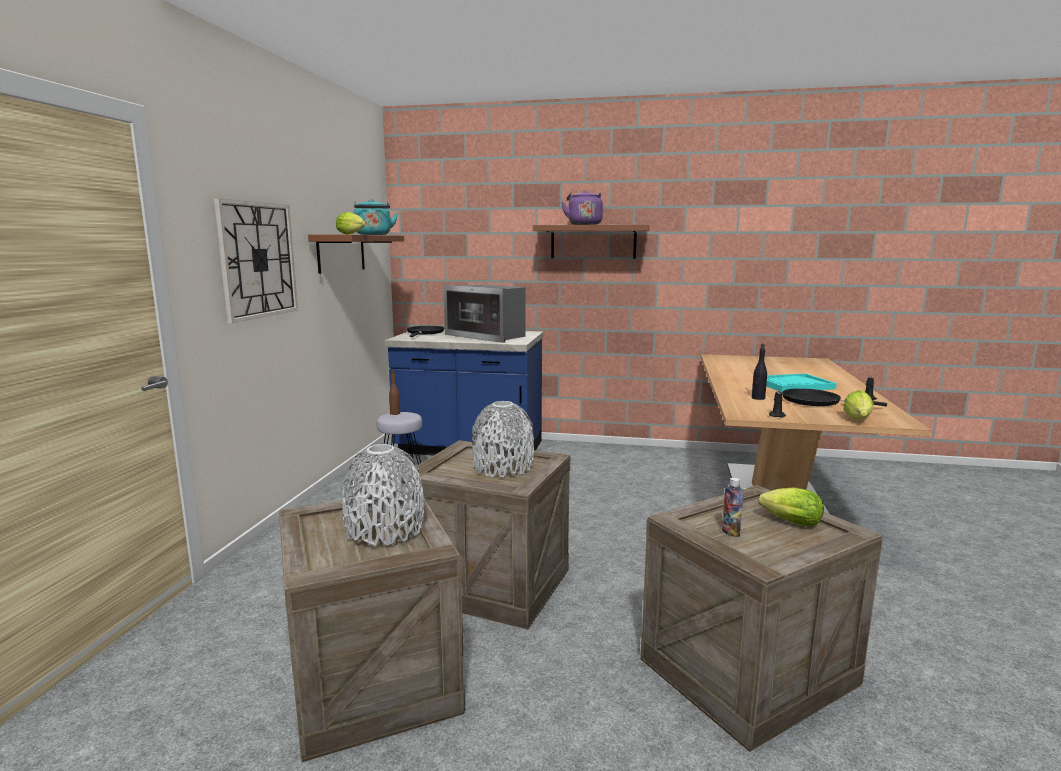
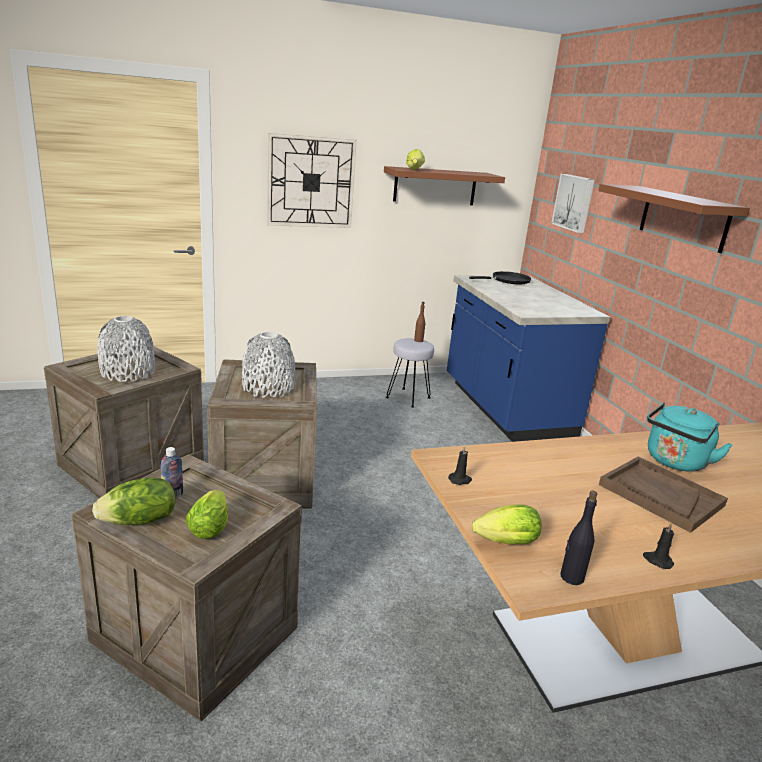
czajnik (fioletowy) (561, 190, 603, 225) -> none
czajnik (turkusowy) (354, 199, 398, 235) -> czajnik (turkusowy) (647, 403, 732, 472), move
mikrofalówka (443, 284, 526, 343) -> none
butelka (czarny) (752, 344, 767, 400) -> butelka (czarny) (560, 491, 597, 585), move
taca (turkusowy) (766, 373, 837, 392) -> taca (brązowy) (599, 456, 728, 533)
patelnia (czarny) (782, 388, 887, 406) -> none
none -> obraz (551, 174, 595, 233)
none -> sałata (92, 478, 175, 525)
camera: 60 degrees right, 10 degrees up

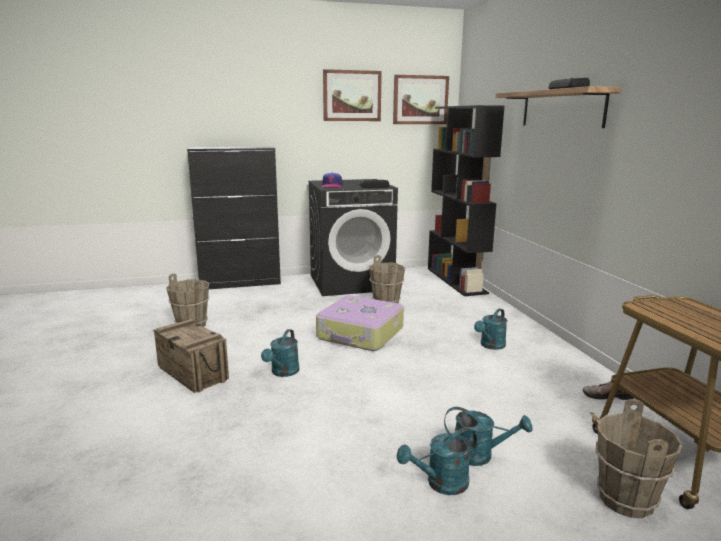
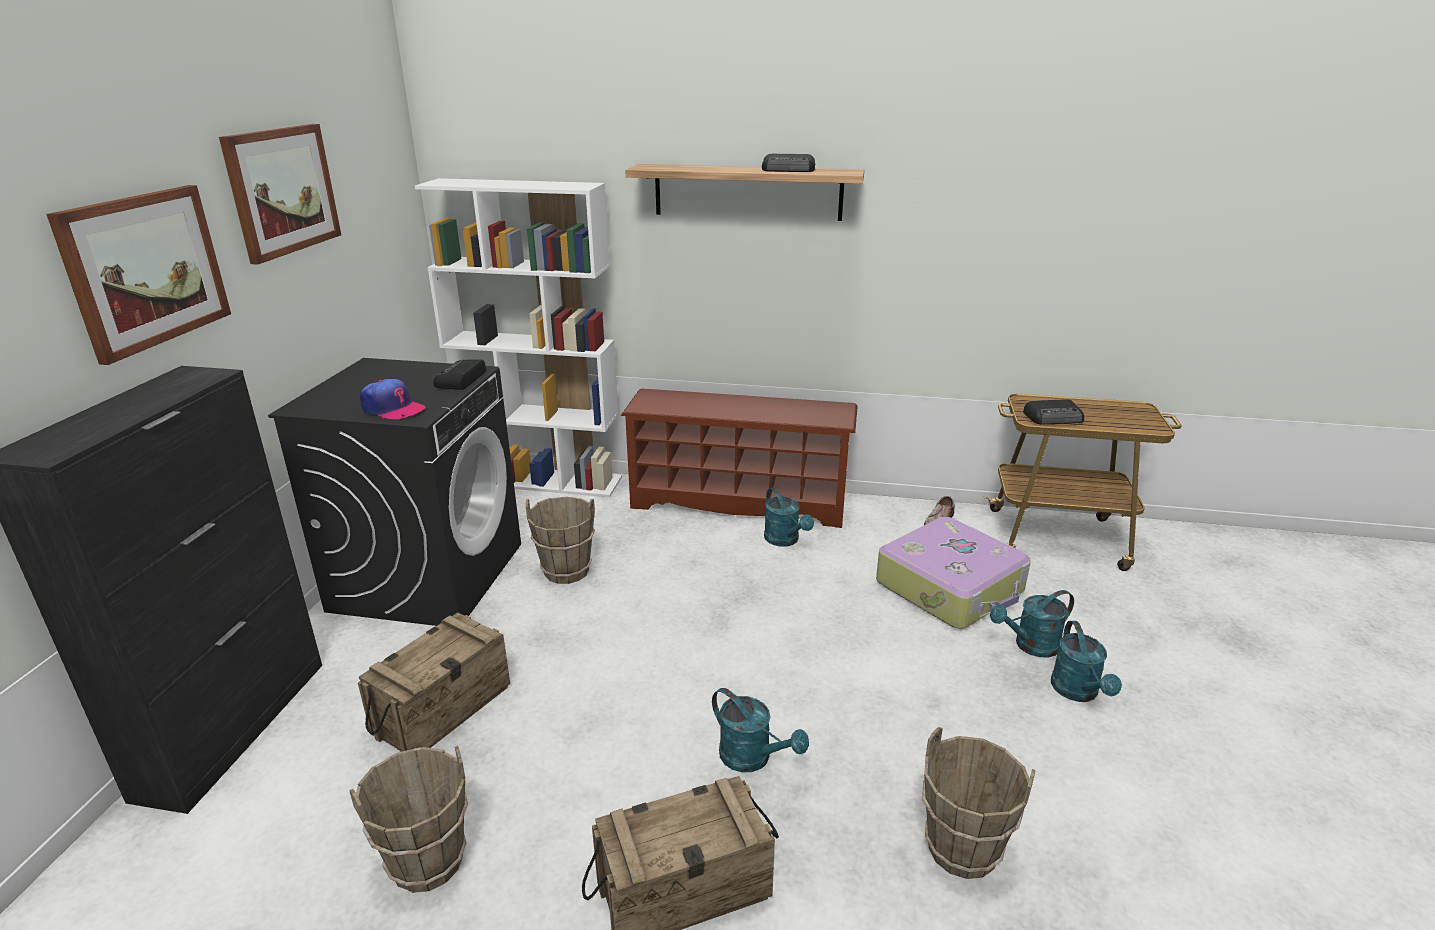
obraz (393, 75, 449, 124) -> obraz (46, 185, 231, 365), move
regał (czarny) (428, 105, 505, 296) -> regał (biały) (415, 178, 622, 498)
walizka (316, 295, 404, 351) -> walizka (876, 517, 1031, 629), move
wiadro (brązowy) (596, 399, 682, 518) -> wiadro (brązowy) (922, 727, 1036, 879), move
konewka (turkusowy) (444, 407, 533, 466) -> konewka (turkusowy) (990, 590, 1074, 658), 150 degrees counterclockwise
none -> regał na buty (brązowy) (621, 388, 858, 528)
none -> radio (1023, 399, 1084, 424)
none -> skrzynka (358, 612, 510, 752)
camera: 65 degrees left, 10 degrees up

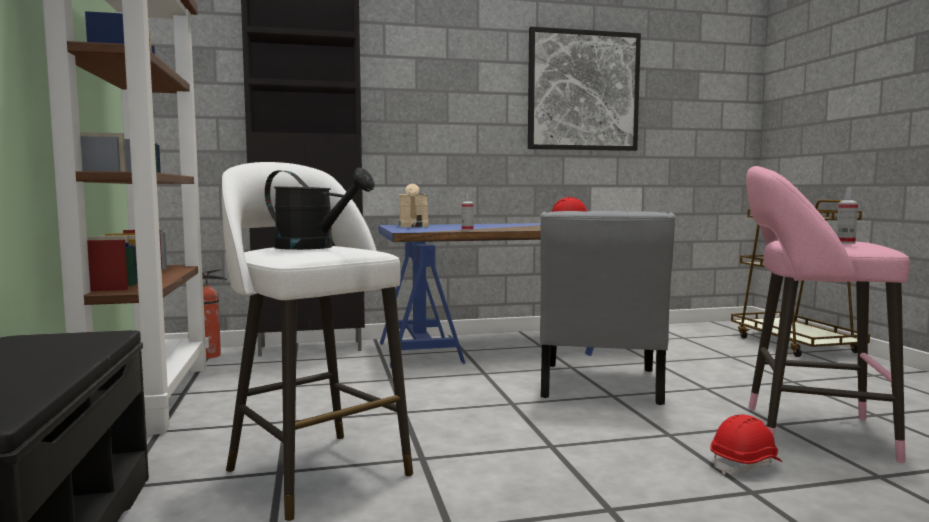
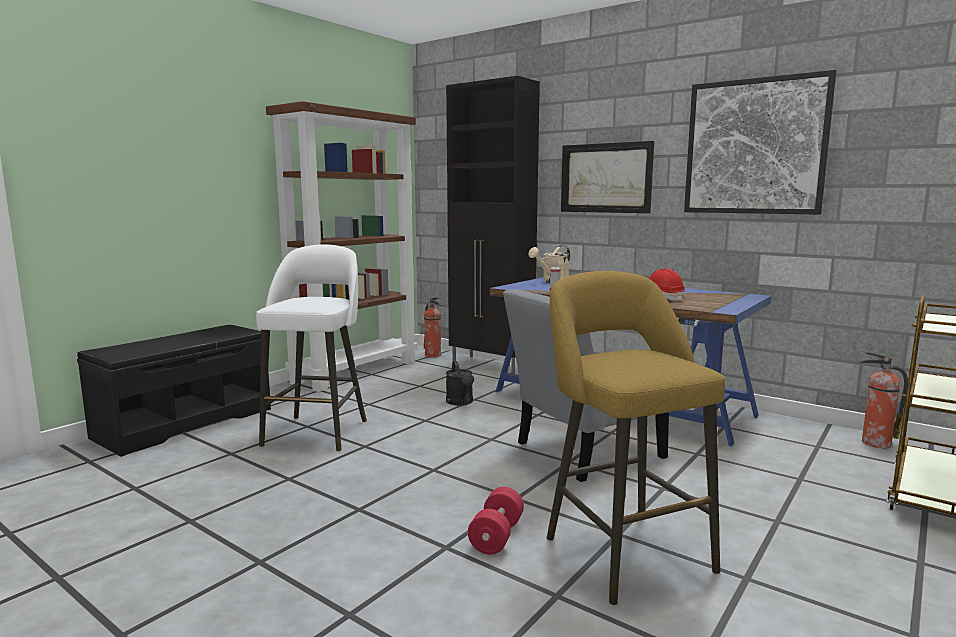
stołek (różowy) (746, 166, 909, 463) -> stołek (żółty) (547, 271, 725, 605)
konewka (czarny) (265, 168, 375, 250) -> konewka (czarny) (446, 361, 474, 406), move
spryskiwacz (836, 187, 858, 244) -> none
kask (czerwony) (710, 415, 783, 475) -> hantel (czerwony) (468, 487, 524, 554)
none -> obraz (561, 141, 654, 213)
none -> gaśnica (859, 352, 908, 448)
camera: 50 degrees right, 5 degrees up

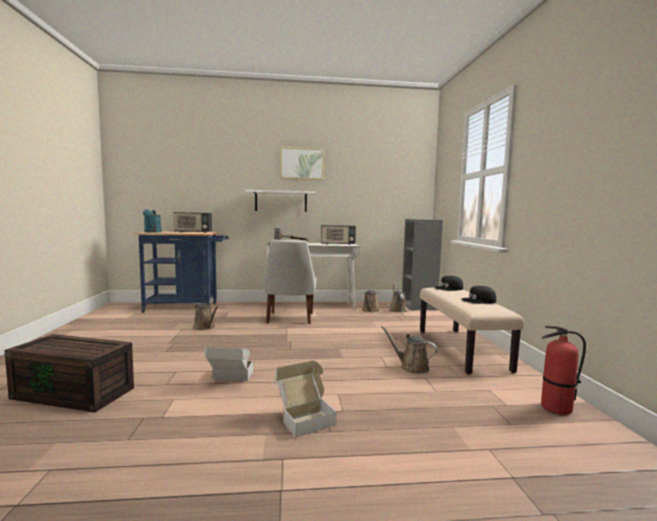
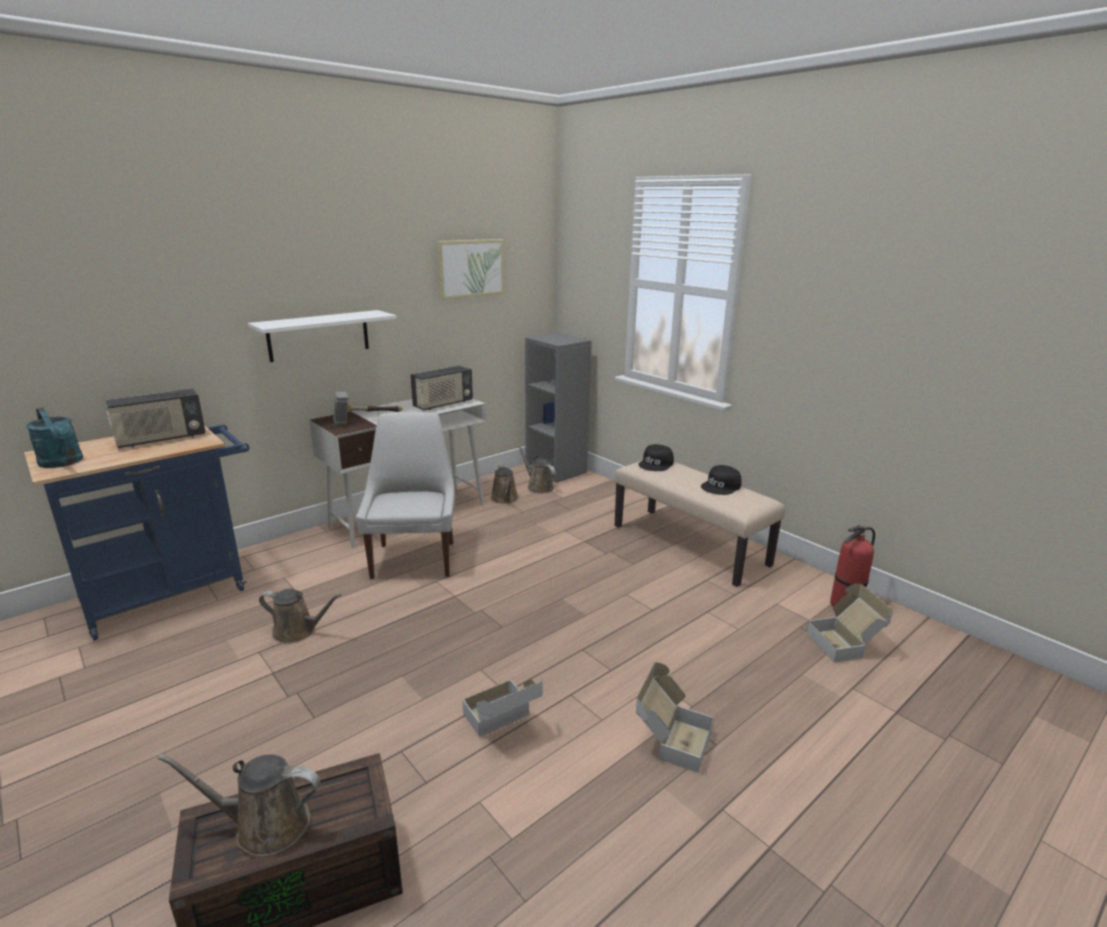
obraz (280, 147, 324, 180) -> obraz (437, 239, 504, 300), move
krzesło (biały) (264, 240, 317, 324) -> krzesło (biały) (356, 412, 455, 579), 150 degrees counterclockwise
konewka (brązowy) (381, 326, 438, 374) -> konewka (brązowy) (157, 754, 320, 857), move
none -> karton (806, 584, 893, 663)
camera: 35 degrees left, 15 degrees up

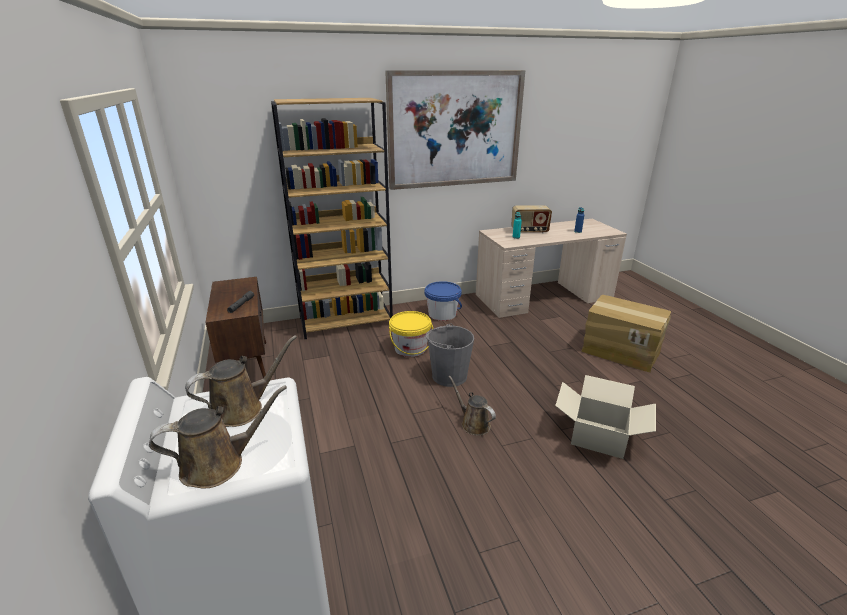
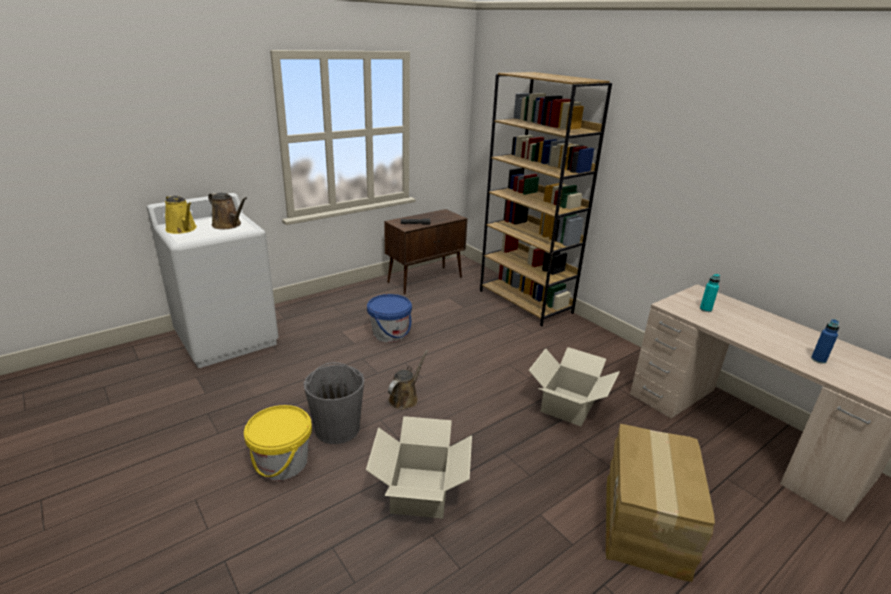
obraz (385, 70, 525, 190) -> none
radio (511, 205, 552, 233) -> none
wiadro (niebieski) (424, 281, 462, 321) -> wiadro (niebieski) (367, 294, 412, 342), move
wiadro (żółty) (389, 311, 433, 357) -> wiadro (żółty) (244, 405, 312, 480), move
wiadro (szary) (425, 323, 474, 387) -> wiadro (szary) (304, 362, 364, 444), move
konewka (brązowy) (149, 385, 287, 489) -> konewka (żółty) (165, 195, 197, 234)
none -> karton (529, 347, 620, 426)
camera: 70 degrees right, 0 degrees up

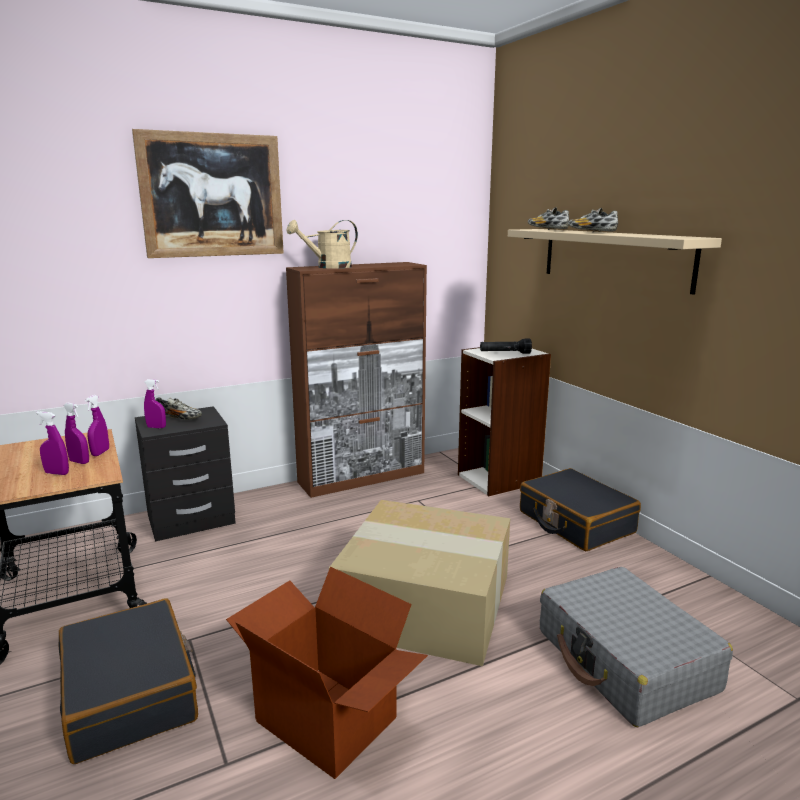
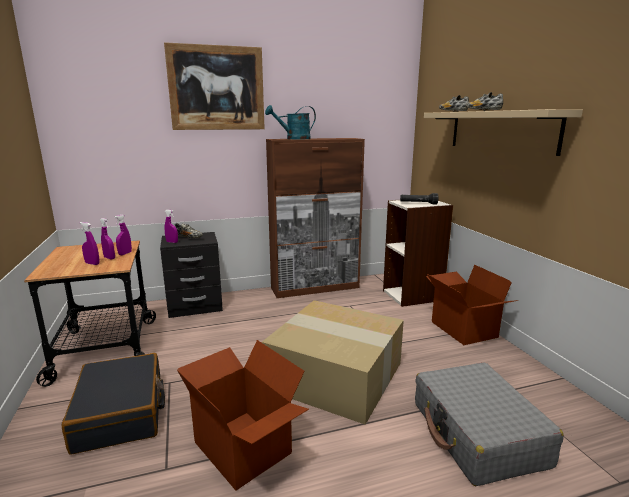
konewka (beżowy) (287, 220, 358, 268) -> konewka (turkusowy) (265, 105, 316, 139)
walizka (czarny) (520, 468, 641, 551) -> karton (426, 265, 519, 345)
camera: 10 degrees right, 0 degrees up

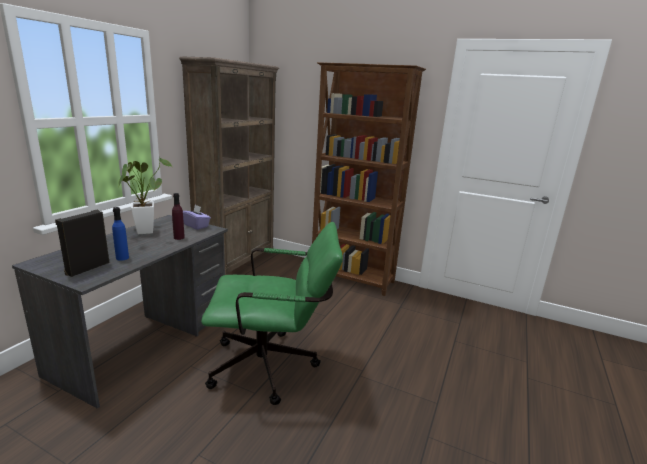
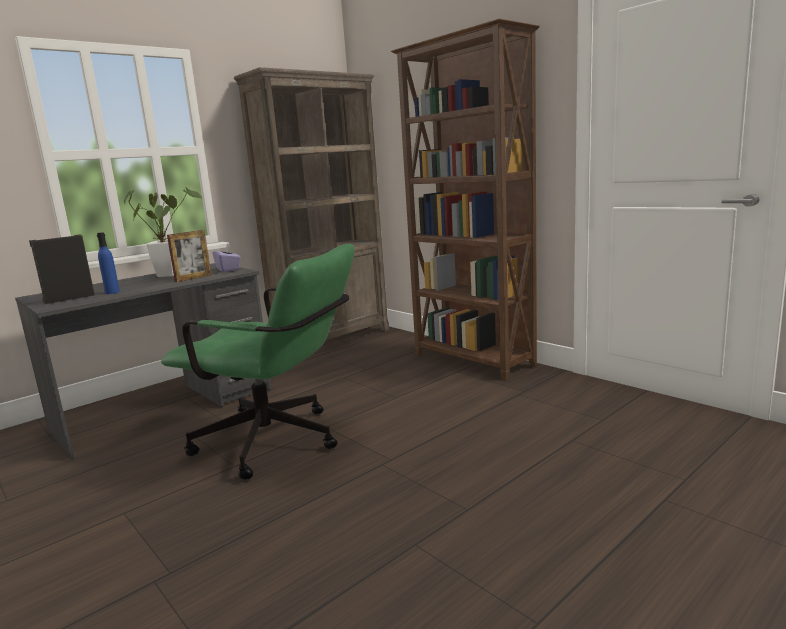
butelka (fioletowy) (172, 193, 185, 240) -> ramka na zdjęcie (167, 230, 211, 282)
camera: 25 degrees right, 5 degrees down

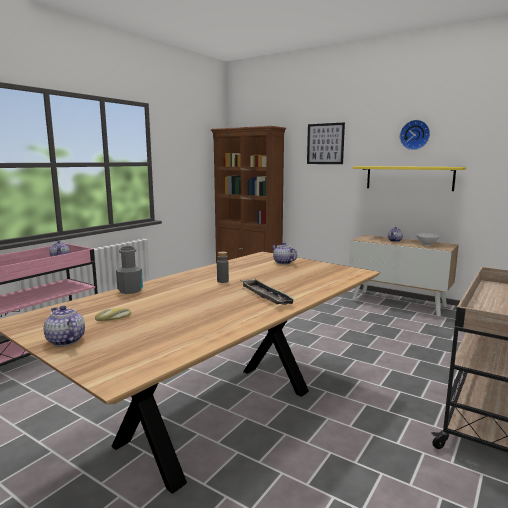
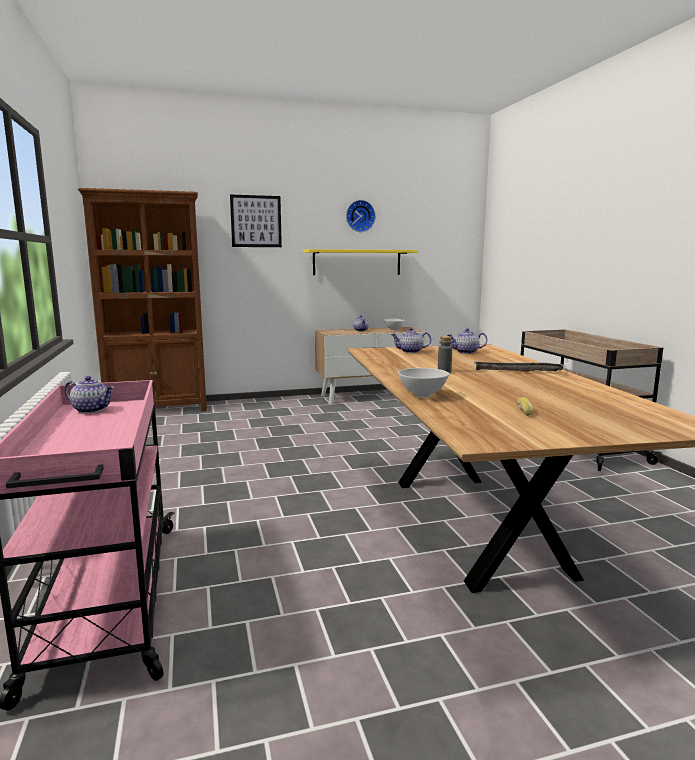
butelka (szary) (116, 246, 143, 294) -> miska (biały) (398, 368, 449, 398)
imbryk (44, 306, 85, 346) -> imbryk (448, 328, 487, 354), move
camera: 50 degrees left, 0 degrees up

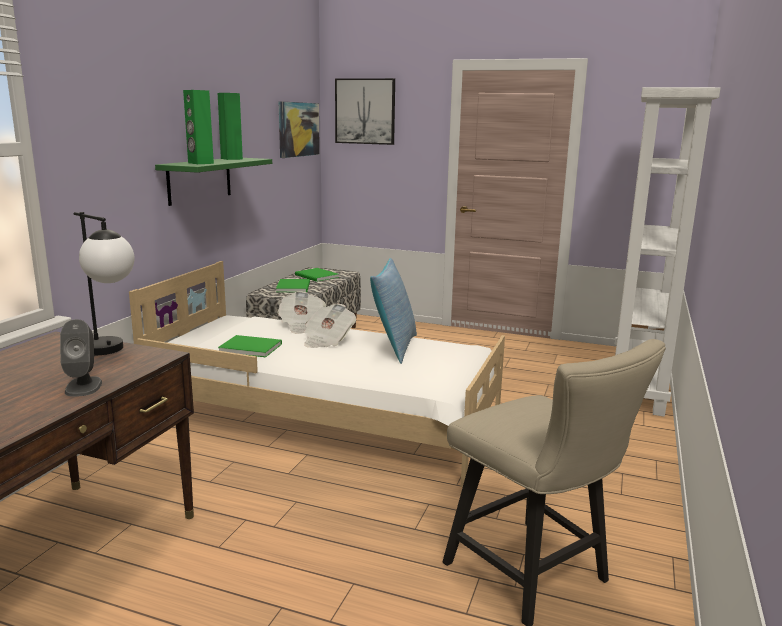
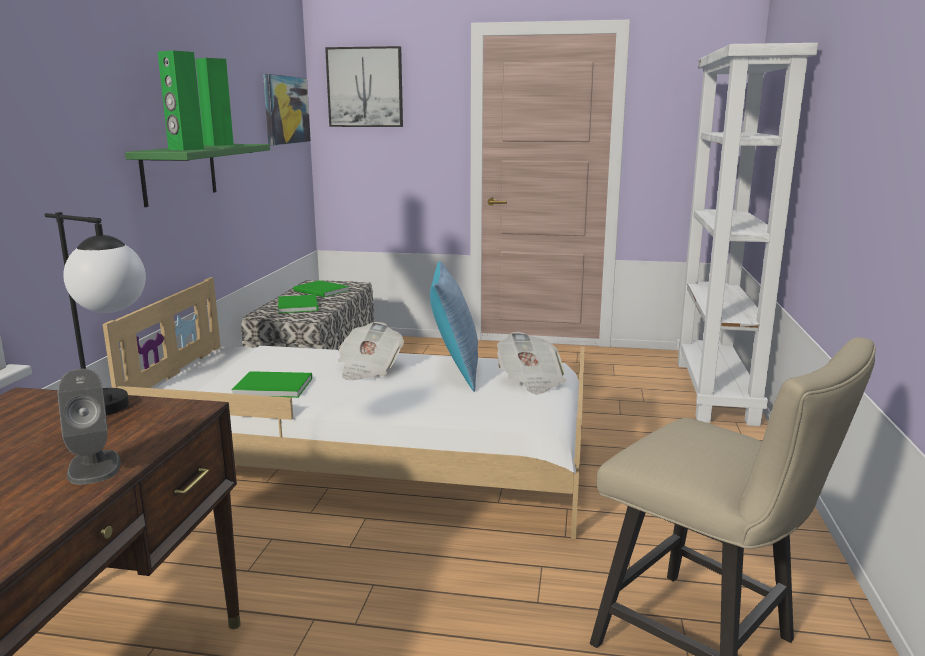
gazeta (277, 291, 326, 334) -> gazeta (497, 332, 566, 395), move
camera: 10 degrees left, 0 degrees up

